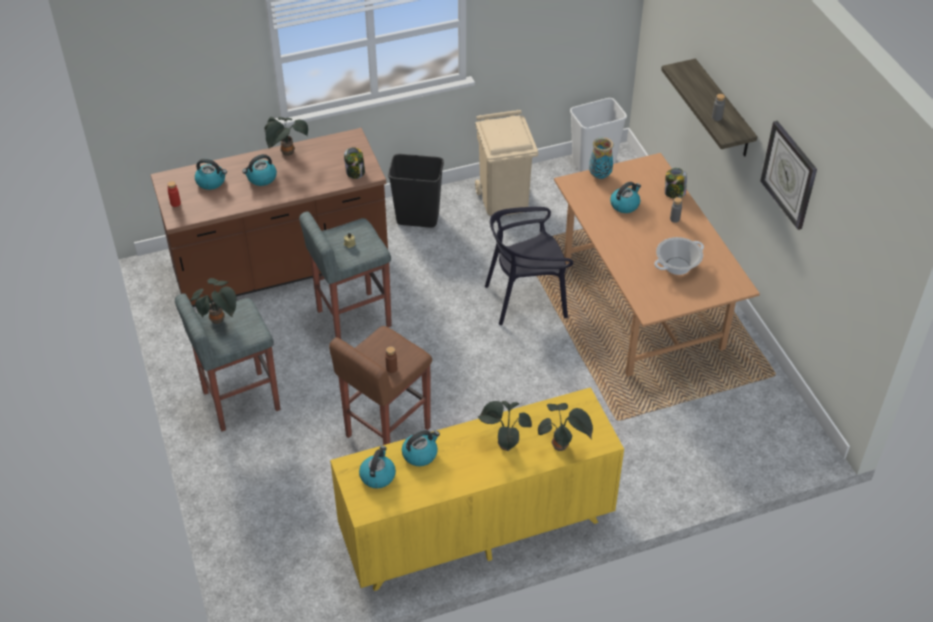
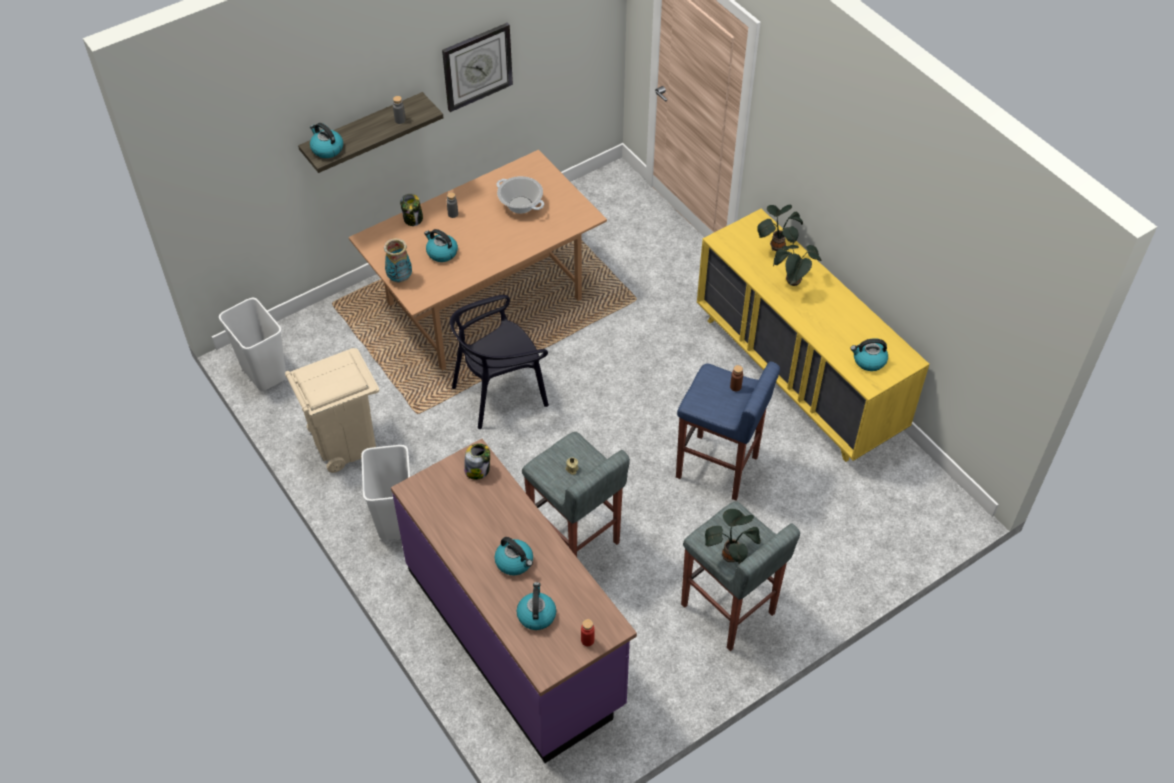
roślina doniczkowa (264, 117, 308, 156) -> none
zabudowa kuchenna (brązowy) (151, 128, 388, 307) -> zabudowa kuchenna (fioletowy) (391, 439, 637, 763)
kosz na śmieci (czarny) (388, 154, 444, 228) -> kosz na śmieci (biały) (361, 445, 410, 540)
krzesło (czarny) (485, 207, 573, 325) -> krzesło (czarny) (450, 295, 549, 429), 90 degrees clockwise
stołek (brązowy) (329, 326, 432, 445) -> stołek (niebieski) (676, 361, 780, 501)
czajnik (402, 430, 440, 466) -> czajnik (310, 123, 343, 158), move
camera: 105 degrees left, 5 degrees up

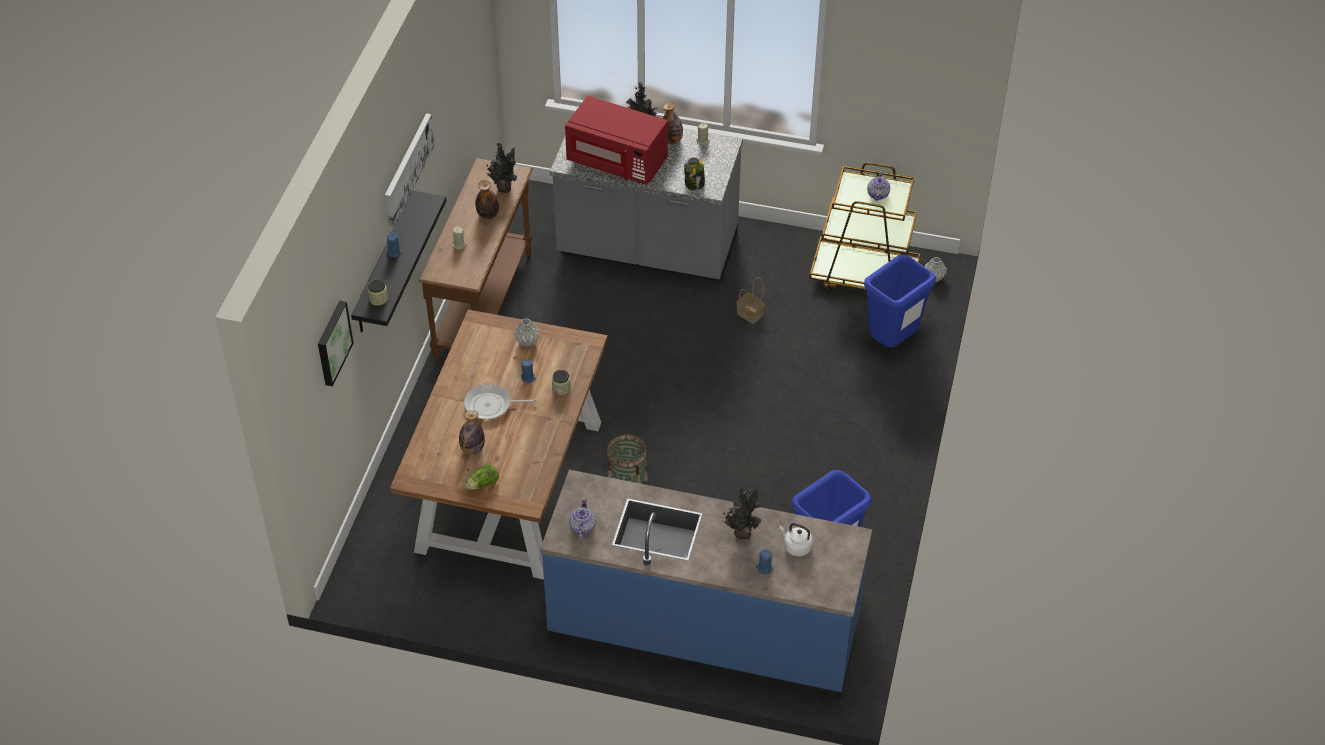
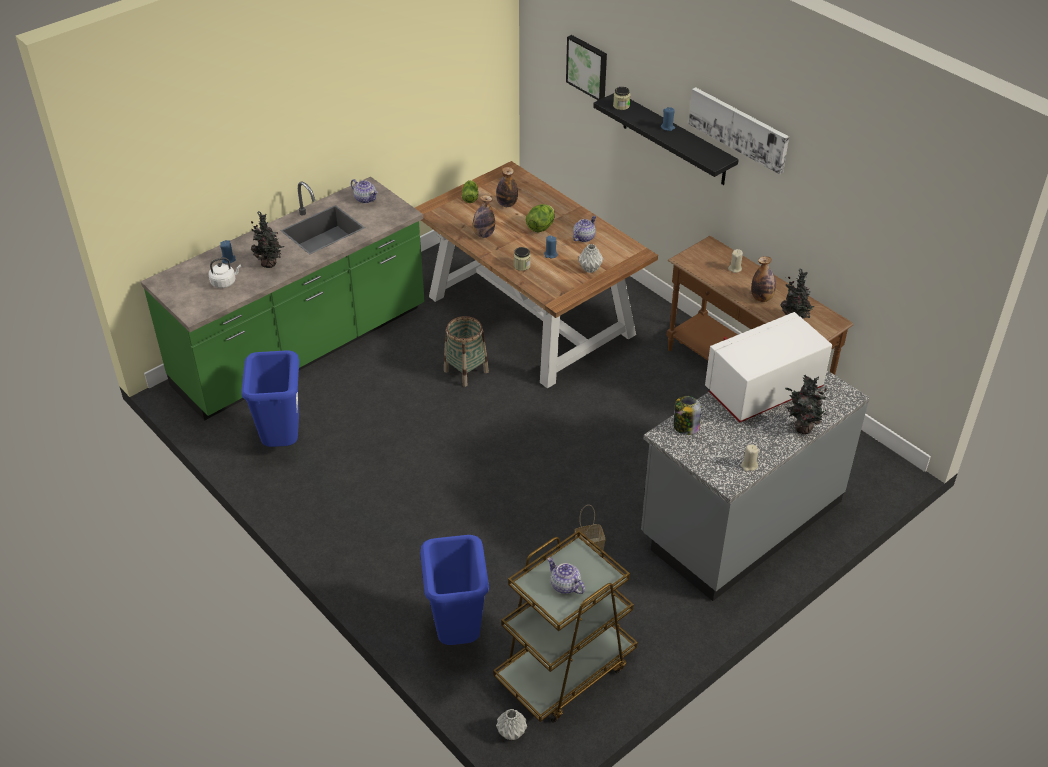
mikrofalówka (czerwony) (565, 96, 668, 185) -> mikrofalówka (biały) (705, 312, 832, 422)
butelka (663, 102, 683, 144) -> butelka (473, 195, 495, 238), move
patelnia (464, 384, 537, 419) -> sałata (526, 204, 555, 232)
zabudowa kuchenna (niebieski) (540, 470, 872, 700) -> zabudowa kuchenna (zielony) (141, 177, 425, 421)
none -> imbryk (573, 216, 596, 242)
camera: 125 degrees right, 5 degrees down

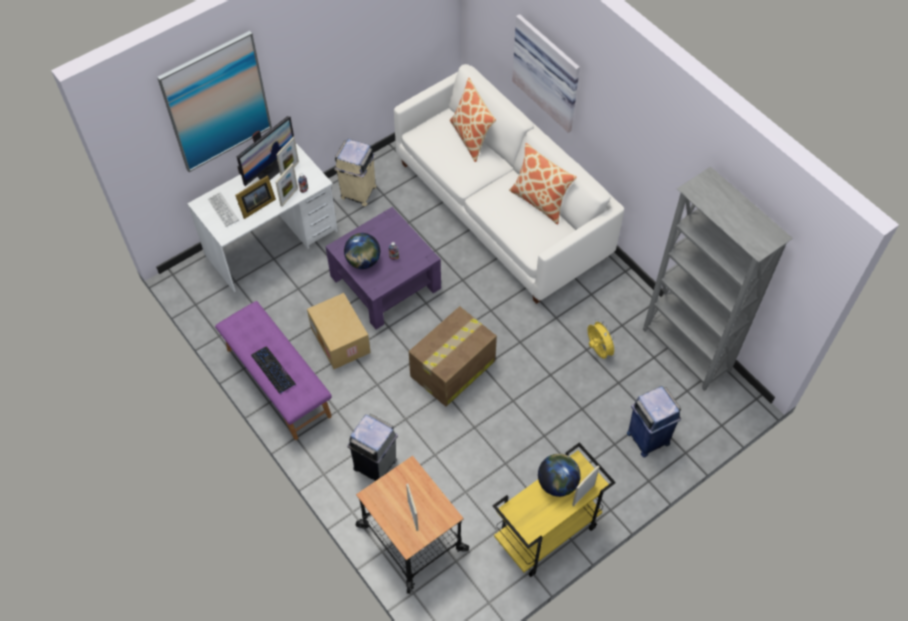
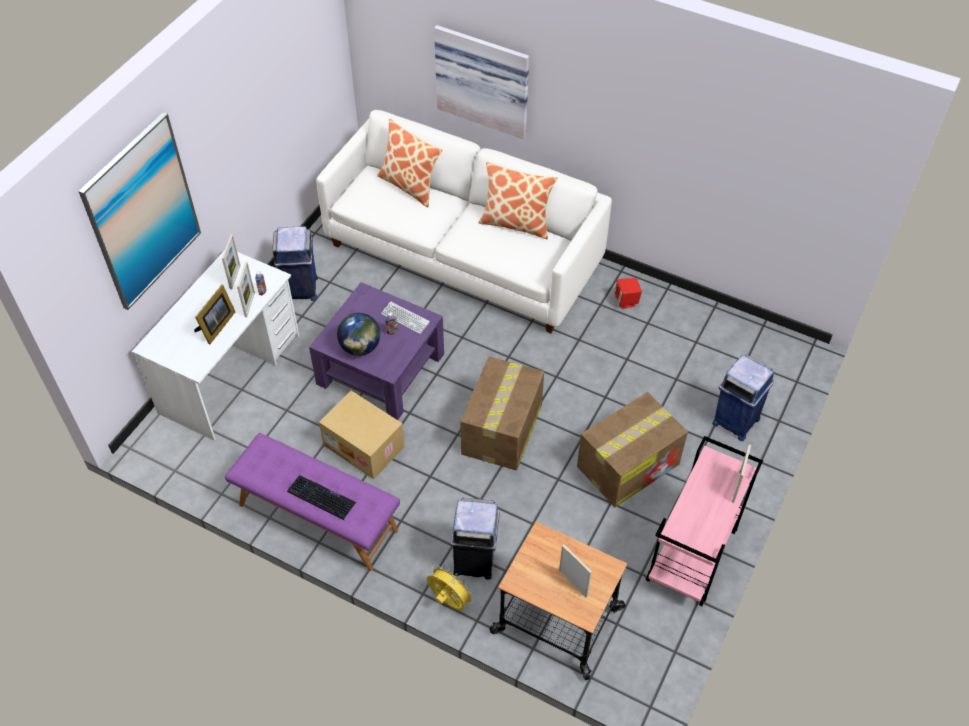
monitor (237, 116, 294, 186) -> none
kosz na śmieci (beżowy) (334, 139, 376, 206) -> kosz na śmieci (niebieski) (273, 226, 318, 301)
regał (szary) (643, 167, 793, 391) -> none
klawiatura (208, 192, 239, 227) -> klawiatura (381, 301, 430, 334), move
wentylator (żółty) (588, 319, 618, 359) -> wentylator (żółty) (427, 564, 475, 611), move
wózek (żółty) (493, 442, 616, 577) -> wózek (różowy) (646, 436, 763, 606)
globus (538, 454, 581, 497) -> none
none -> głośnik (czerwony) (614, 278, 642, 309)
none -> karton (577, 392, 688, 507)
camera: 25 degrees left, 5 degrees down

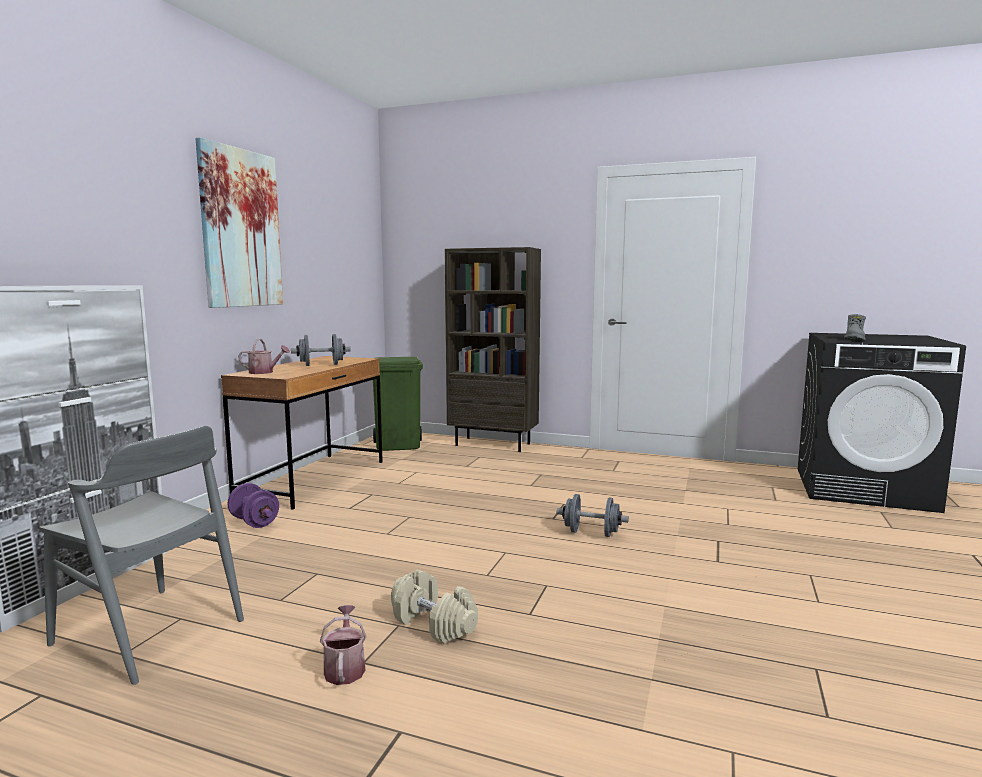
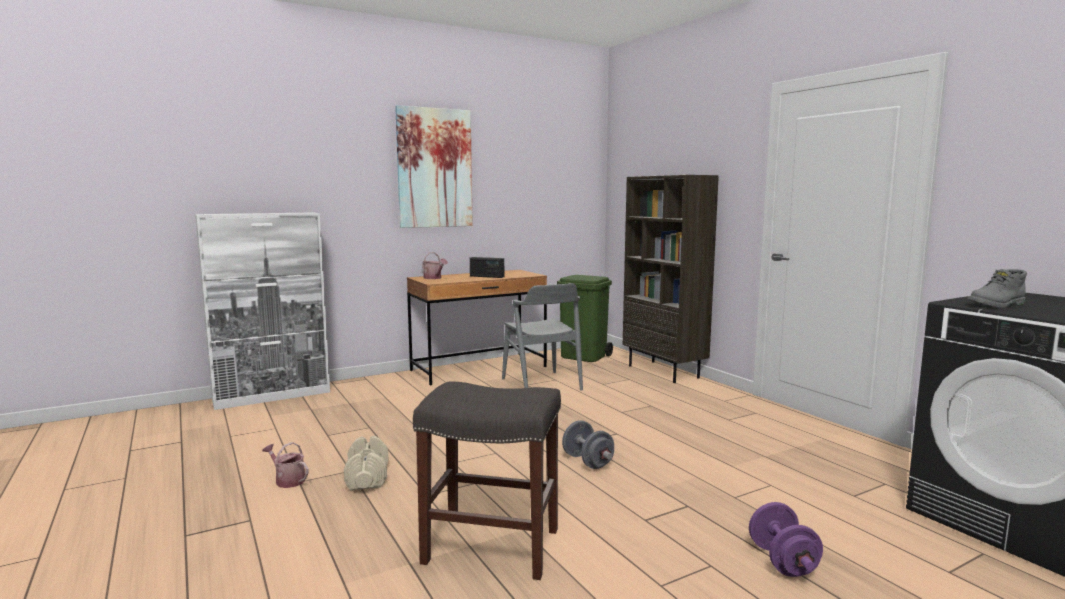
hantel (szary) (291, 334, 351, 366) -> radio (470, 257, 504, 278)
krzesło (szary) (39, 426, 244, 685) -> krzesło (szary) (502, 283, 583, 391), move
hantel (fioletowy) (228, 483, 279, 528) -> hantel (fioletowy) (749, 502, 823, 577), move
konewka (320, 605, 366, 685) -> konewka (263, 442, 309, 488), 90 degrees counterclockwise
none -> stołek (szary) (413, 381, 561, 580)
camera: 40 degrees right, 0 degrees up

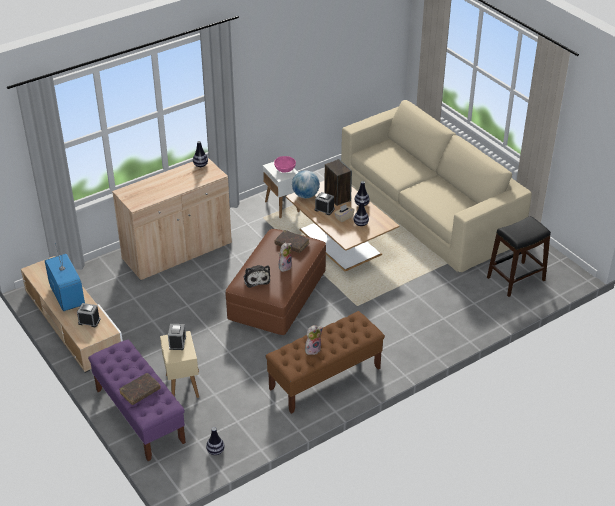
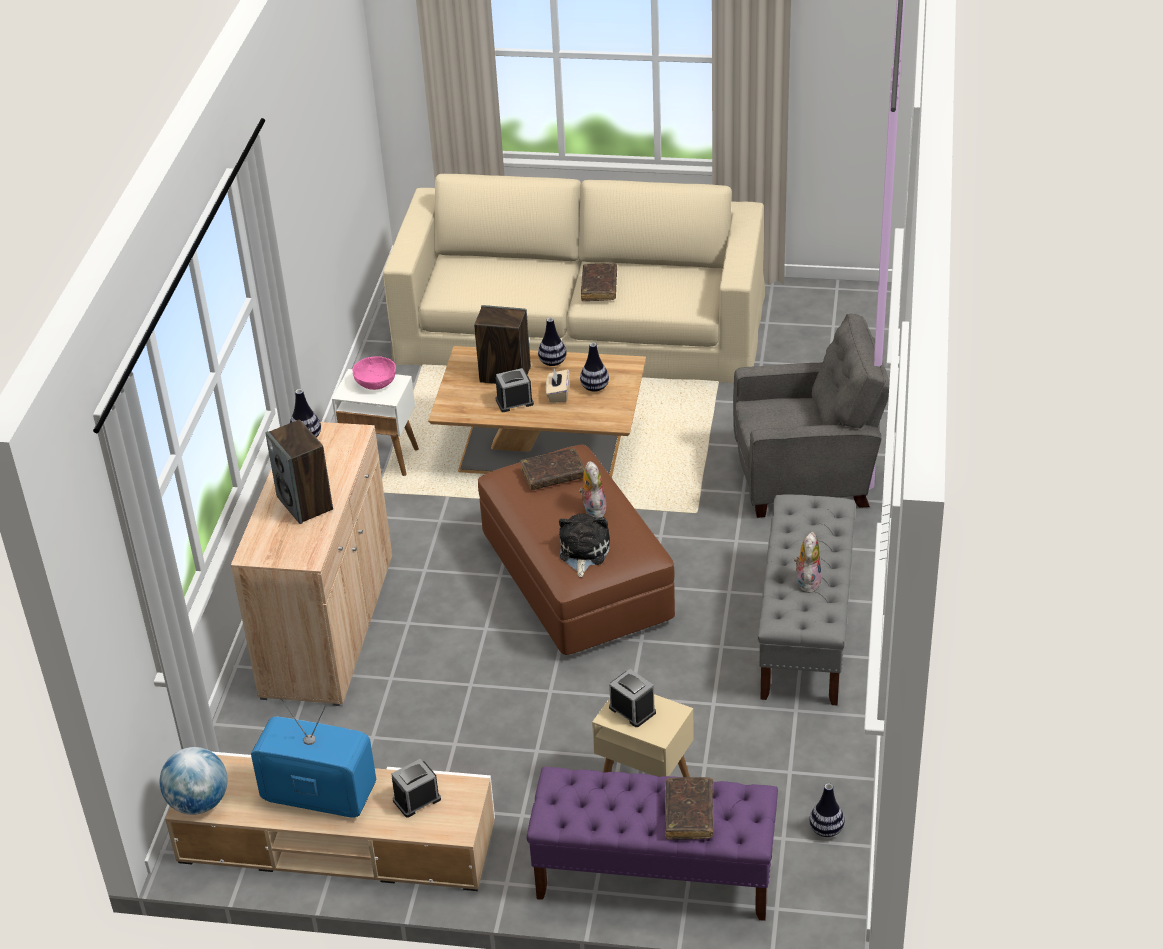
globus (292, 170, 320, 198) -> globus (160, 747, 228, 815), move
stołek (czarny) (487, 216, 551, 297) -> none
pluszak (243, 265, 270, 288) -> pluszak (559, 514, 610, 577), 105 degrees counterclockwise
ławka (brązowy) (266, 311, 385, 414) -> ławka (szary) (758, 494, 855, 706)
none -> książka (brązowy) (581, 263, 617, 301)
none -> fotel (szary) (733, 313, 890, 518)
none -> głośnik (265, 420, 333, 524)
camera: 45 degrees left, 0 degrees up

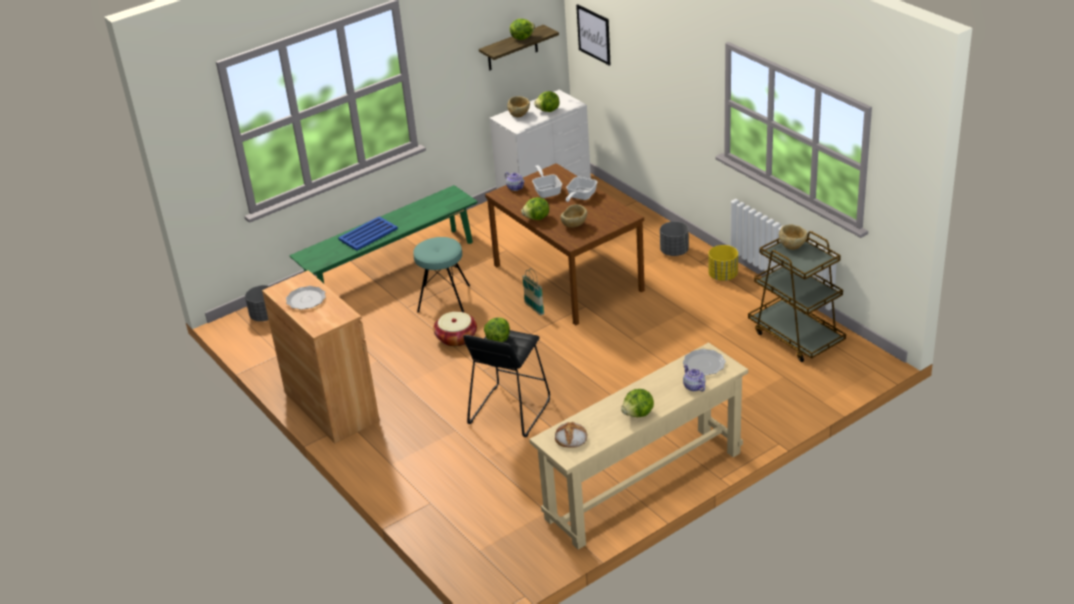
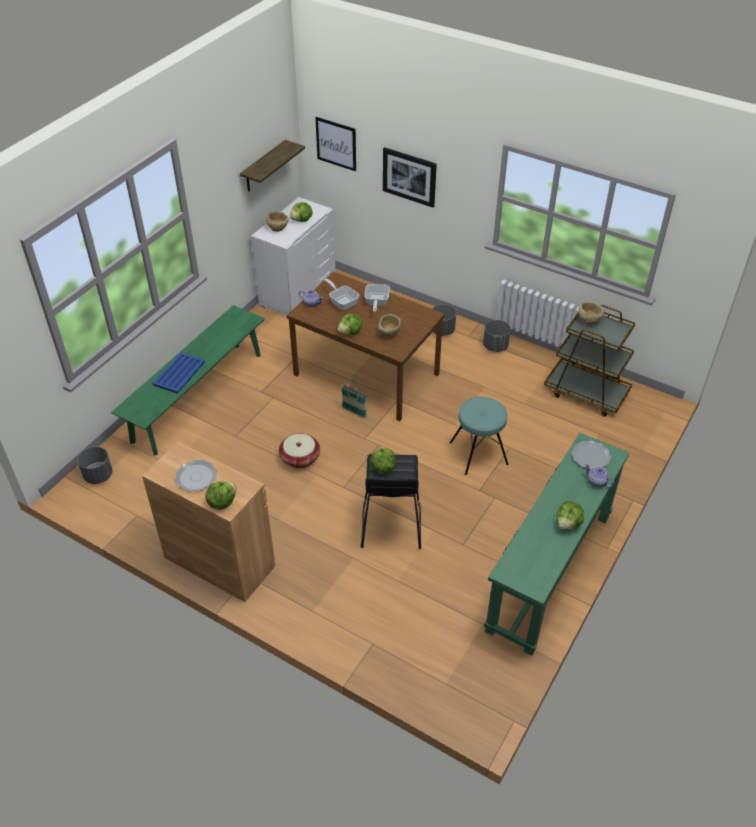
sałata (510, 19, 535, 40) -> sałata (205, 481, 237, 510), move
stołek (turkusowy) (413, 237, 470, 313) -> stołek (turkusowy) (449, 397, 509, 475), move
donica (żółty) (708, 245, 738, 281) -> donica (szary) (483, 320, 511, 352)
stolik konsolowy (beżowy) (529, 342, 748, 550) -> stolik konsolowy (zielony) (484, 433, 629, 656)
chleb (555, 422, 587, 448) -> none
none -> obraz (383, 147, 437, 208)
camera: 25 degrees left, 10 degrees up

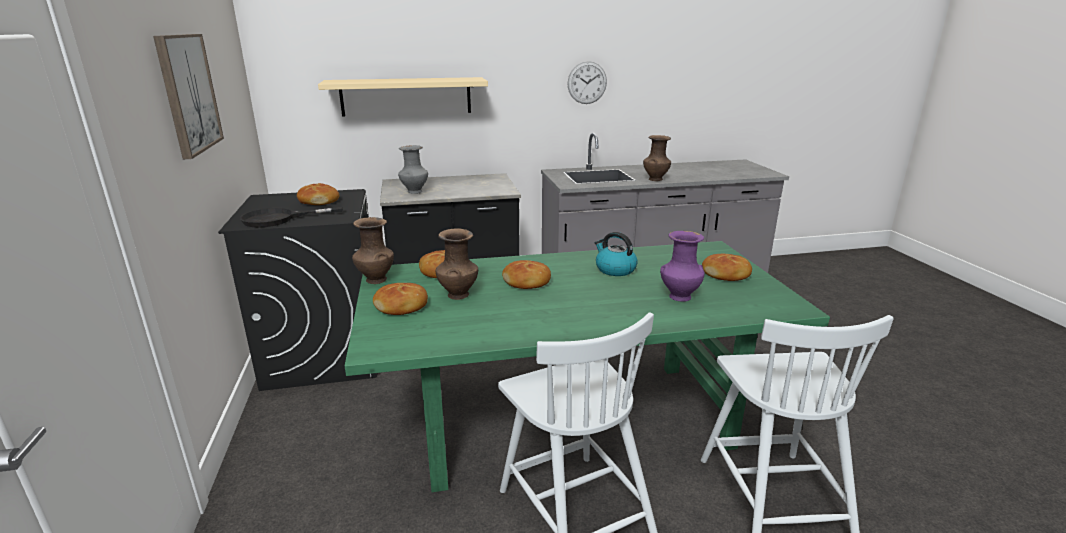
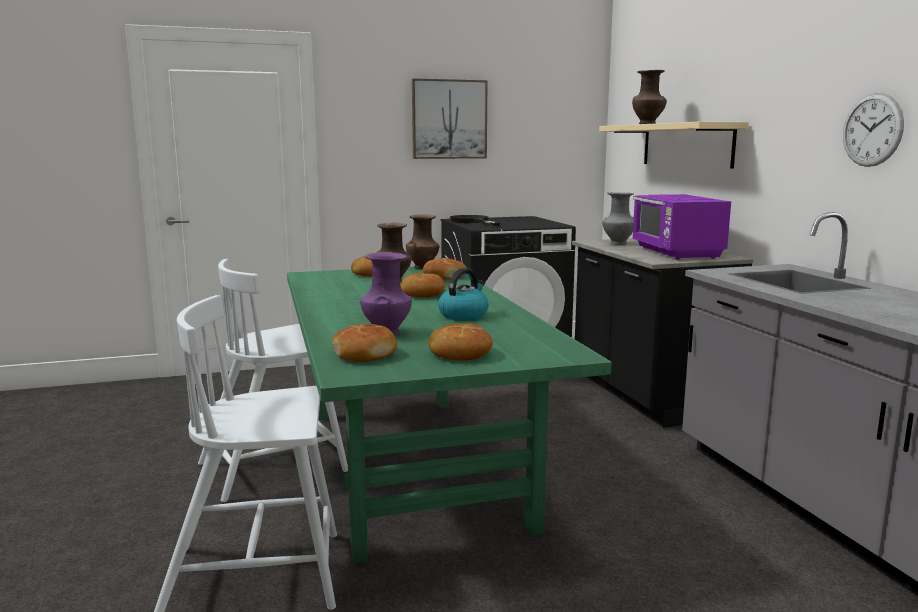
wazon (brązowy) (643, 135, 671, 181) -> wazon (brązowy) (632, 70, 667, 124), move
chleb (297, 183, 339, 205) -> chleb (332, 324, 397, 362), move
none -> mikrofalówka (fioletowy) (632, 194, 731, 260)
camera: 85 degrees right, 10 degrees down

